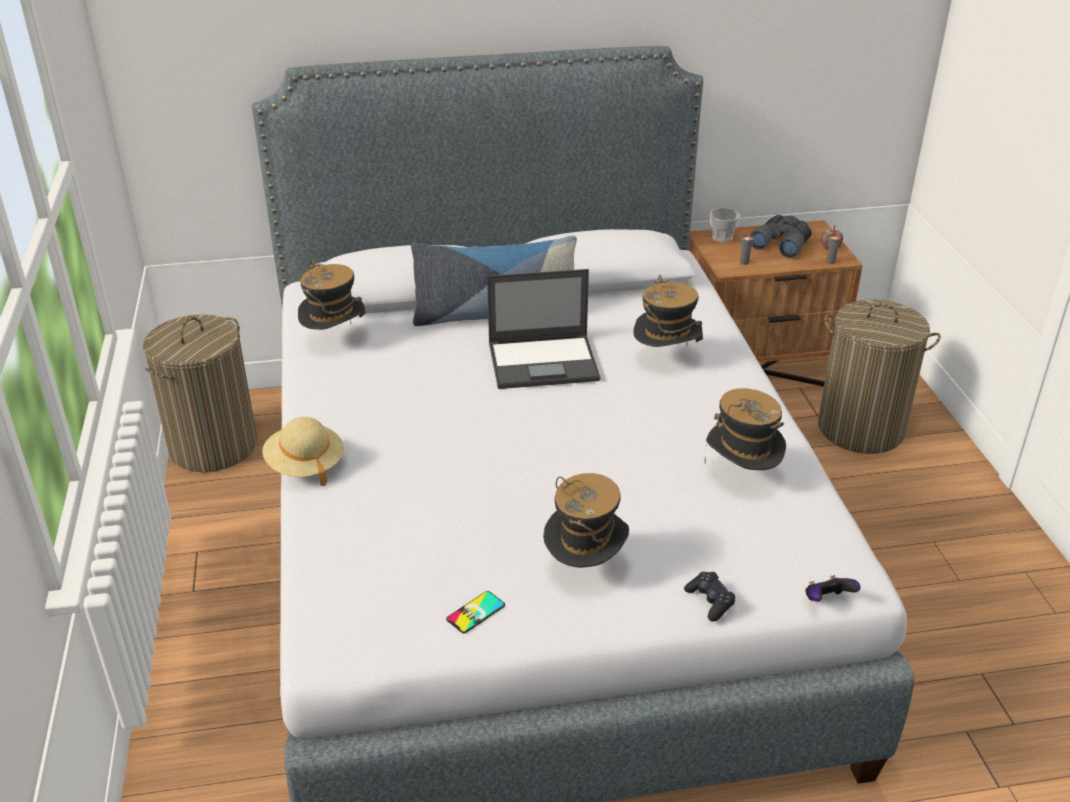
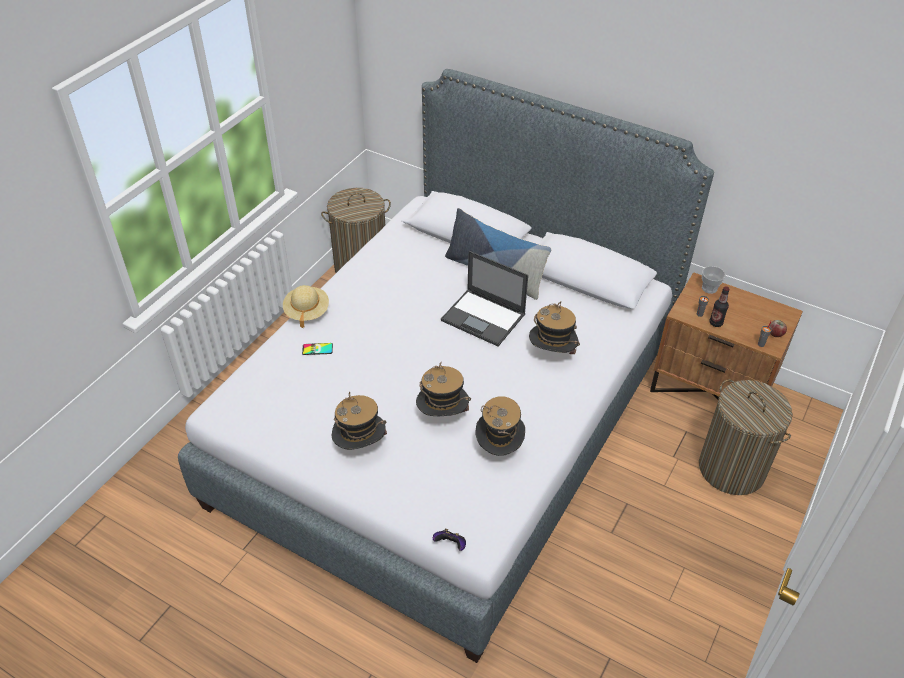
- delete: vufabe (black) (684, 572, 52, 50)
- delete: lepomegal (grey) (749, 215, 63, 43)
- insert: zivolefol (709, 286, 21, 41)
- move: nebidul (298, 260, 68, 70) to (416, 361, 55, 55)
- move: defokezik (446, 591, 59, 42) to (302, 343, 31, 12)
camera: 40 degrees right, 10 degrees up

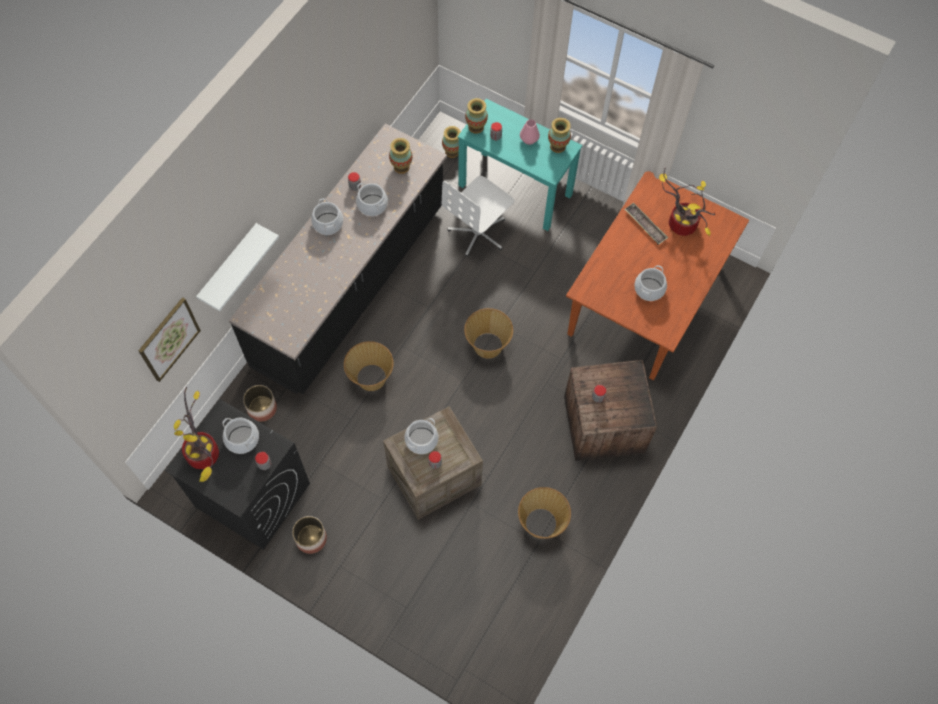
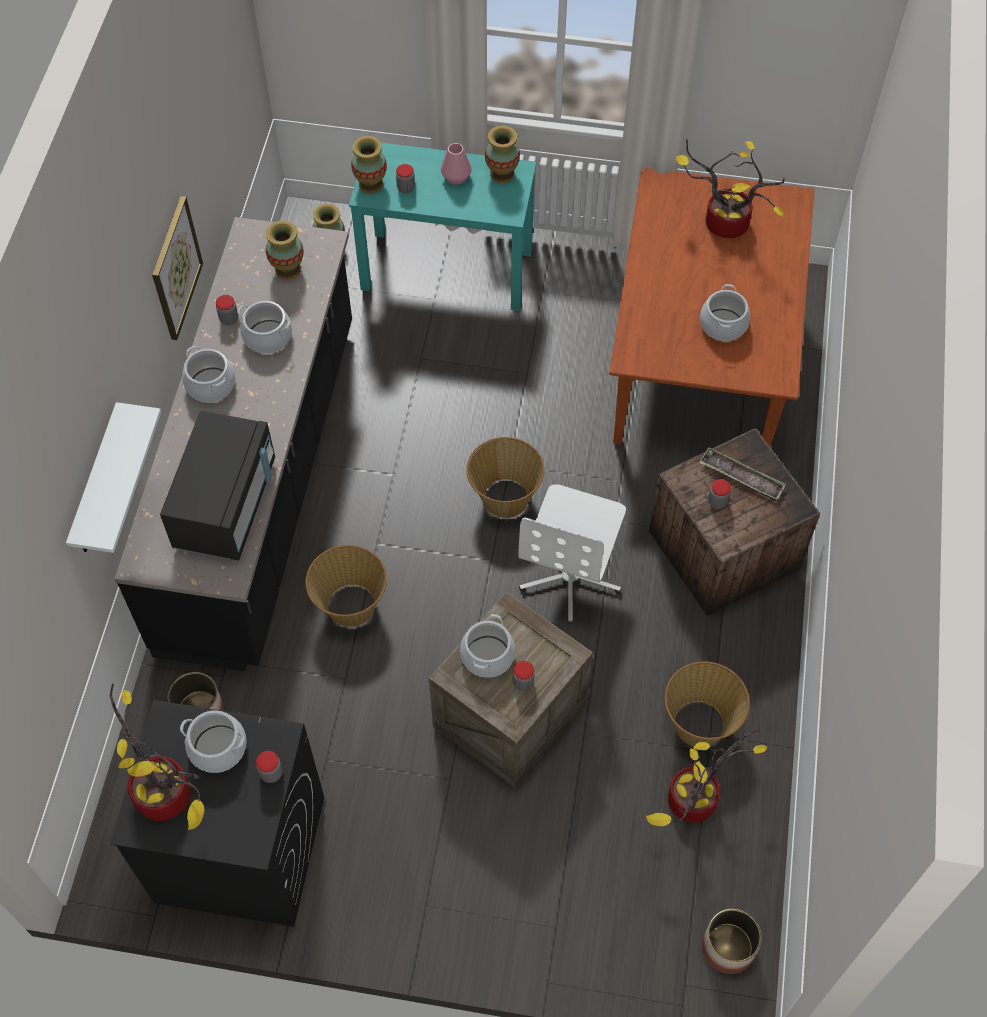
- insert: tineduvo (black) (160, 411, 115, 150)
- insert: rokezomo (646, 730, 122, 96)
- move: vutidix (138, 297, 63, 85) to (152, 196, 51, 144)
- move: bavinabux (292, 516, 35, 38) to (702, 909, 60, 65)
- move: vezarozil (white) (442, 176, 72, 81) to (518, 484, 108, 140)
- move: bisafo (624, 203, 44, 42) to (699, 447, 87, 54)
camera: 20 degrees left, 5 degrees down

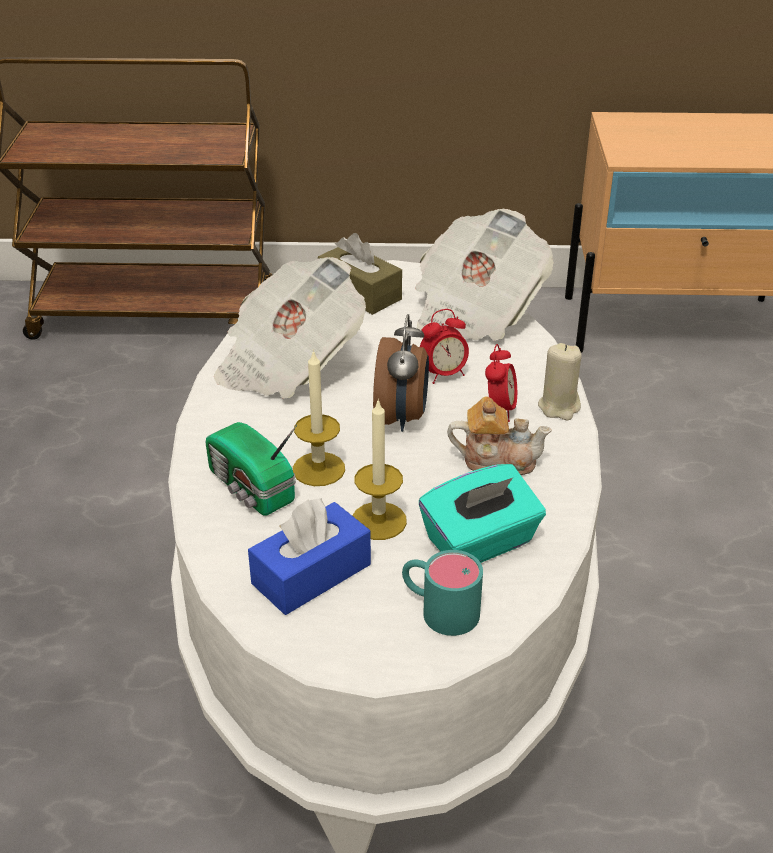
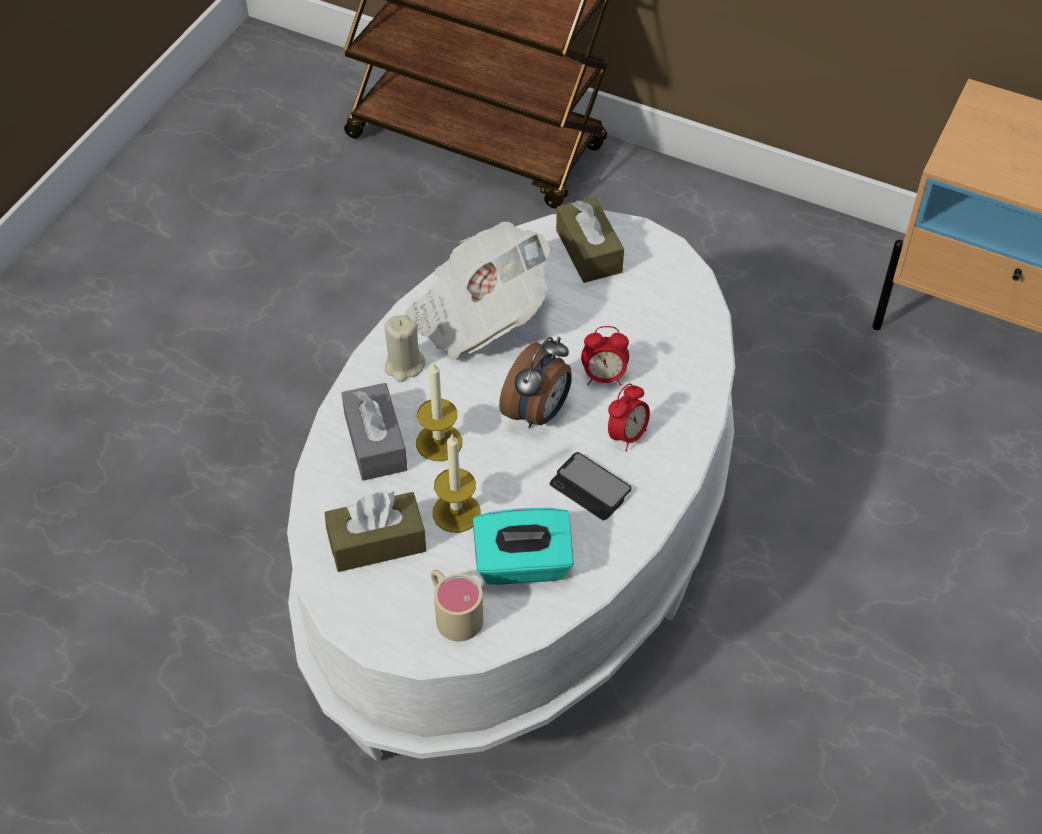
- delete: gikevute (415, 209, 139, 131)
- move: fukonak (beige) (538, 343, 44, 77) to (384, 315, 41, 67)
- replace: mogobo (205, 422, 92, 94) to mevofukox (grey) (341, 383, 66, 98)
- replace: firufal (447, 396, 105, 79) to defokezik (550, 452, 82, 68)
- recolor: mevofukox (blue) (248, 498, 123, 117) to mevofukox (brown) (325, 491, 101, 81)
- recolor: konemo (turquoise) (402, 550, 81, 86) to konemo (beige) (431, 570, 52, 71)
camera: 25 degrees right, 15 degrees up

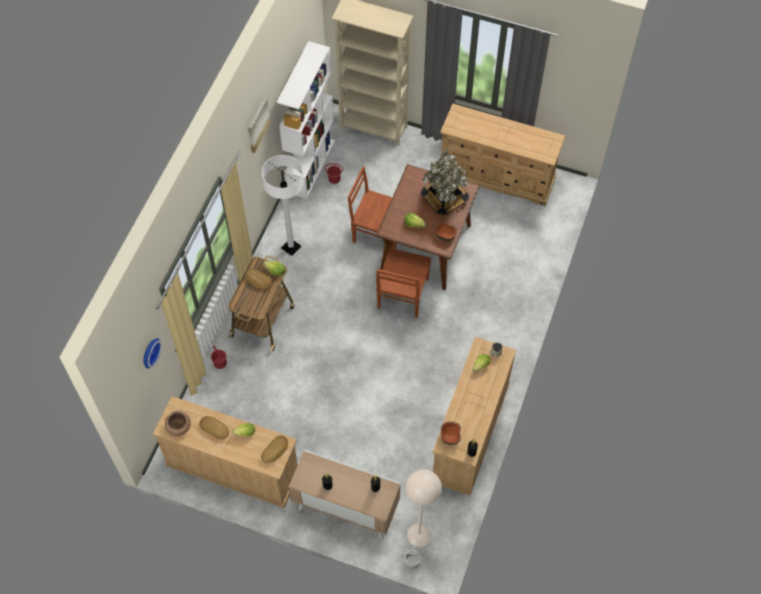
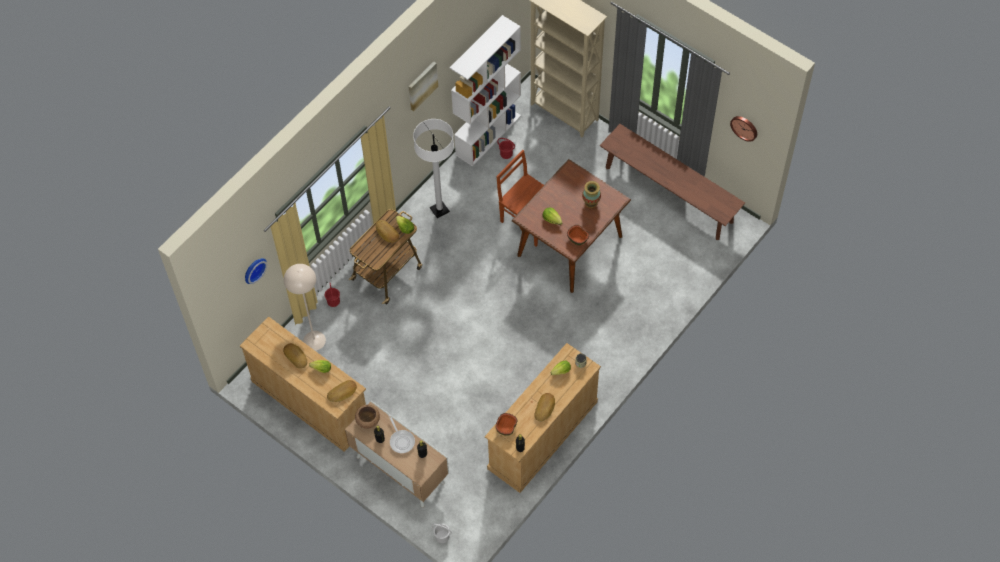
- delete: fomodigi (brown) (376, 248, 55, 70)
- insert: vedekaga (388, 415, 27, 38)
- insert: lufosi (534, 393, 21, 29)
- insert: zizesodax (730, 116, 27, 26)
- move: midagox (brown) (165, 411, 26, 25) to (355, 405, 25, 24)
- move: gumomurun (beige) (405, 469, 37, 78) to (284, 264, 42, 87)
- replace: rokezomo (421, 149, 48, 65) to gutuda (582, 181, 19, 27)
- replace: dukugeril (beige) (440, 103, 125, 103) to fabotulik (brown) (600, 124, 145, 116)
camera: 20 degrees right, 0 degrees up

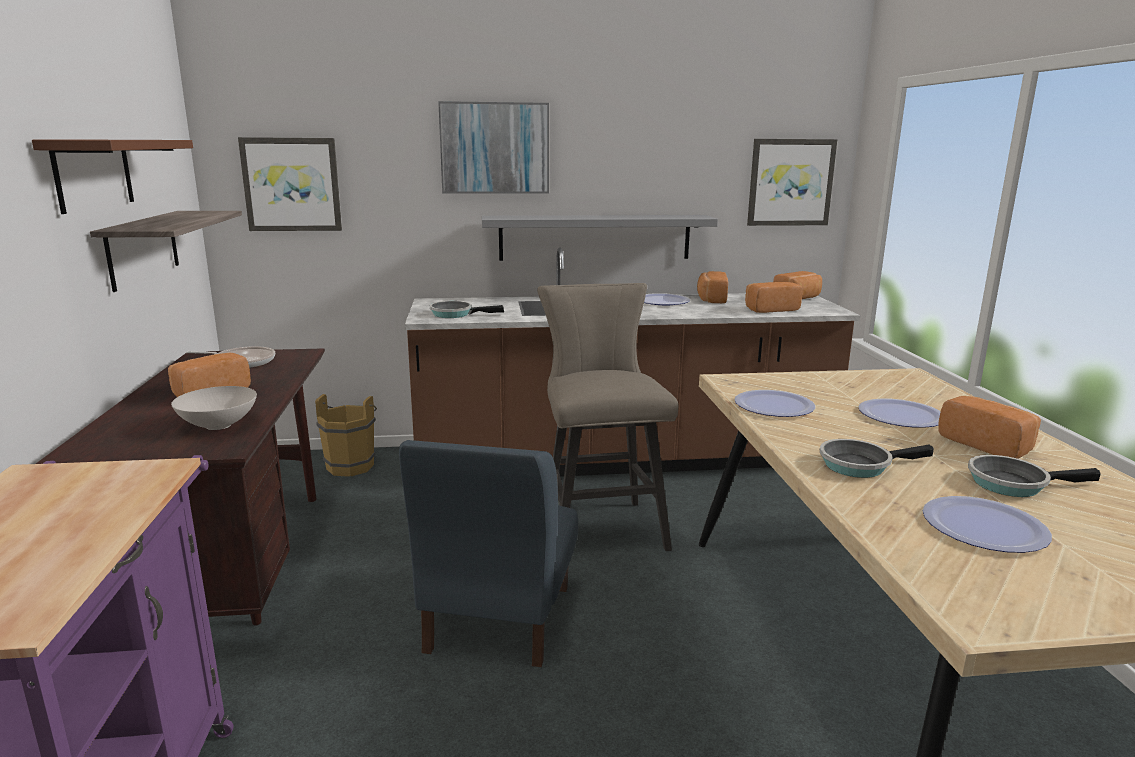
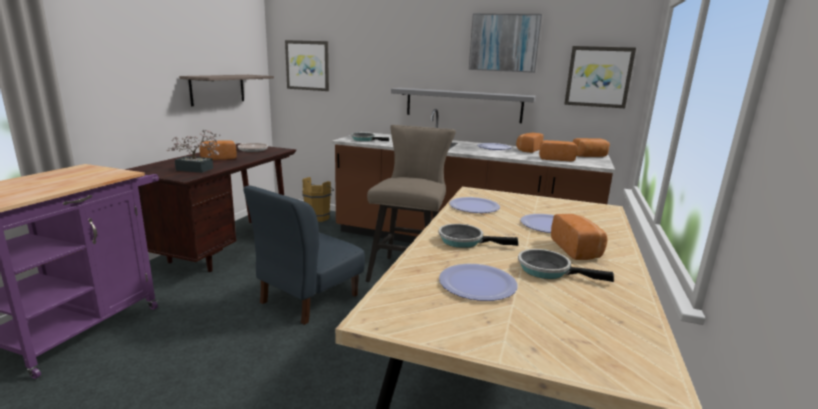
- delete: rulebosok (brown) (32, 140, 161, 74)
- move: vutidix (438, 101, 111, 92) to (469, 13, 73, 60)
- replace: midagox (white) (171, 386, 86, 44) to rokezomo (166, 130, 54, 43)
camera: 25 degrees right, 0 degrees up

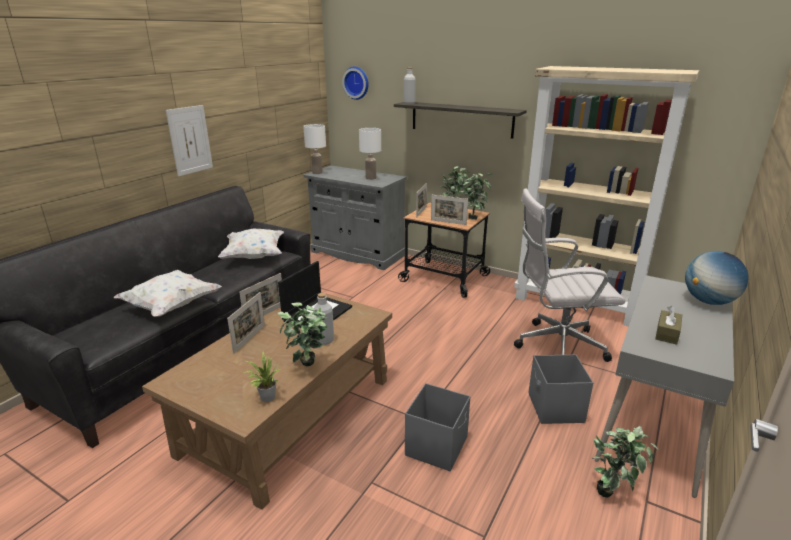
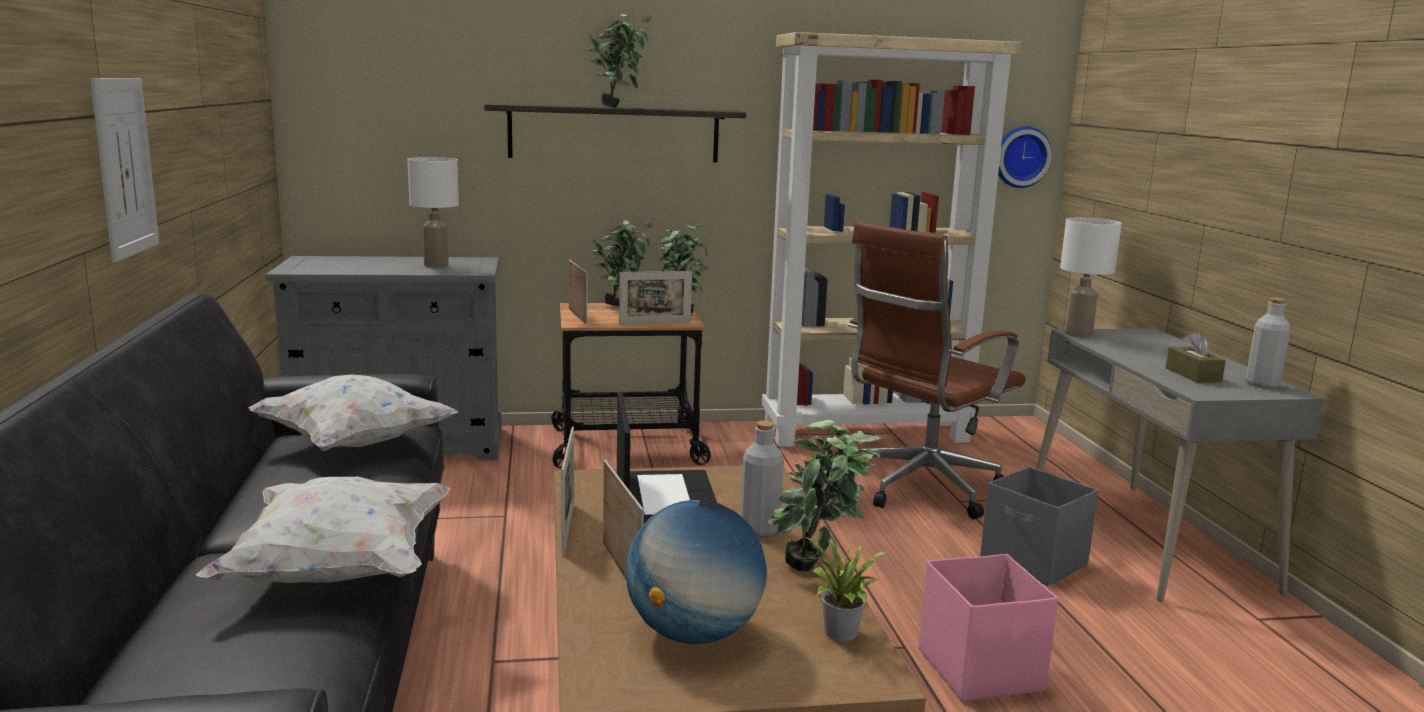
- move: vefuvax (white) (303, 124, 23, 50) to (1060, 218, 62, 120)
- move: zizesodax (342, 67, 27, 33) to (998, 126, 54, 62)
- move: zivolefol (grey) (404, 67, 12, 37) to (1246, 298, 45, 91)
- move: rokezomo (592, 426, 67, 72) to (587, 14, 64, 93)
- move: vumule (685, 251, 63, 54) to (626, 500, 141, 144)
- recolor: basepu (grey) (405, 383, 65, 88) to basepu (pink) (918, 554, 140, 147)
- recolor: vezarozil (white) (514, 188, 111, 174) to vezarozil (brown) (847, 221, 179, 298)
camera: 40 degrees left, 10 degrees down

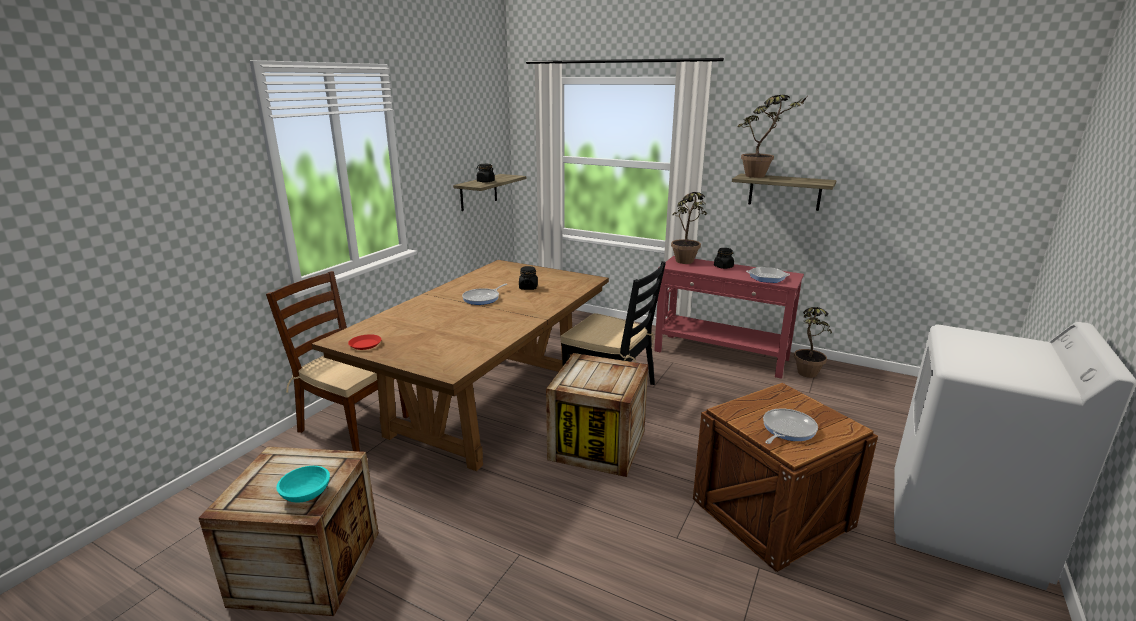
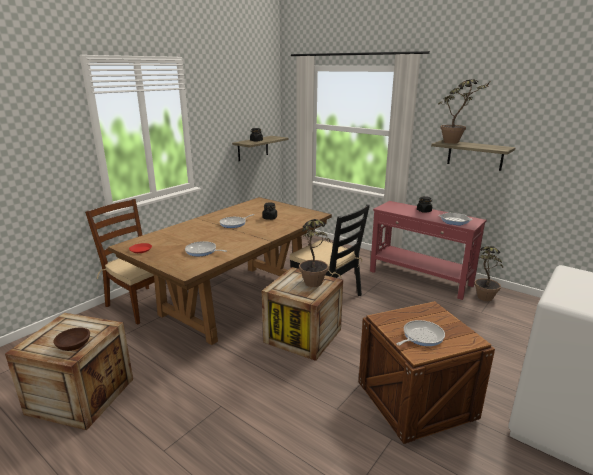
- insert: vedekaga (185, 241, 42, 15)
- move: rokezomo (671, 192, 36, 72) to (299, 219, 32, 68)
- recolor: midagox (turquoise) (276, 466, 54, 37) to midagox (brown) (53, 328, 37, 23)
camera: 10 degrees right, 0 degrees up

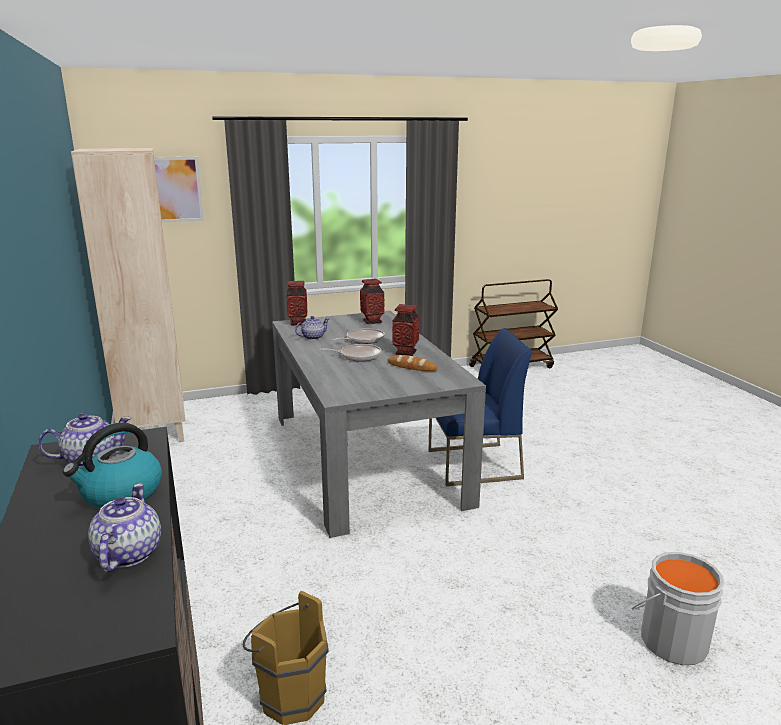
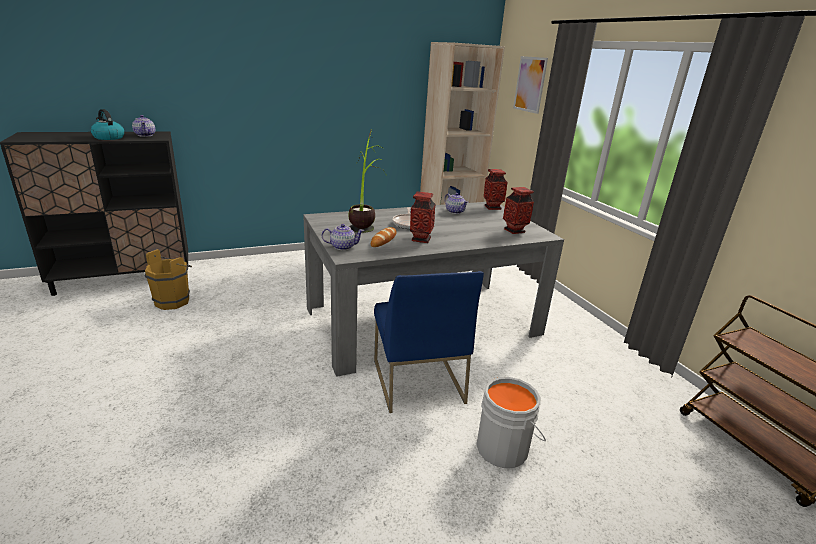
- delete: vedekaga (332, 328, 53, 16)
- insert: rokezomo (348, 129, 38, 104)
- move: firufal (88, 483, 73, 89) to (322, 224, 42, 26)
- move: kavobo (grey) (632, 552, 93, 113) to (476, 377, 70, 91)
camera: 85 degrees right, 5 degrees up

